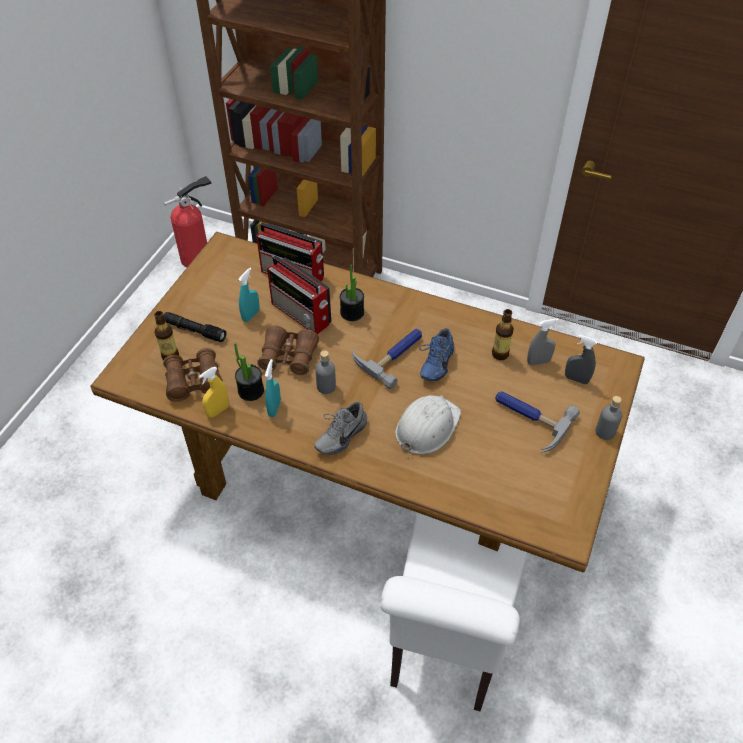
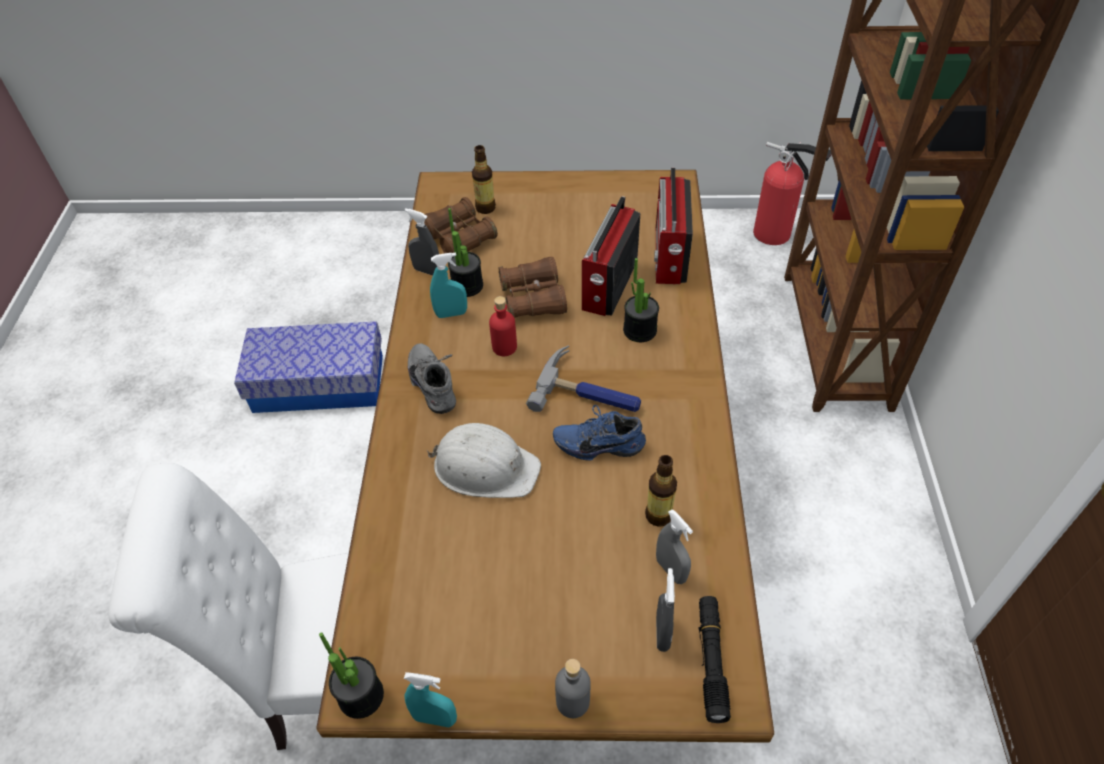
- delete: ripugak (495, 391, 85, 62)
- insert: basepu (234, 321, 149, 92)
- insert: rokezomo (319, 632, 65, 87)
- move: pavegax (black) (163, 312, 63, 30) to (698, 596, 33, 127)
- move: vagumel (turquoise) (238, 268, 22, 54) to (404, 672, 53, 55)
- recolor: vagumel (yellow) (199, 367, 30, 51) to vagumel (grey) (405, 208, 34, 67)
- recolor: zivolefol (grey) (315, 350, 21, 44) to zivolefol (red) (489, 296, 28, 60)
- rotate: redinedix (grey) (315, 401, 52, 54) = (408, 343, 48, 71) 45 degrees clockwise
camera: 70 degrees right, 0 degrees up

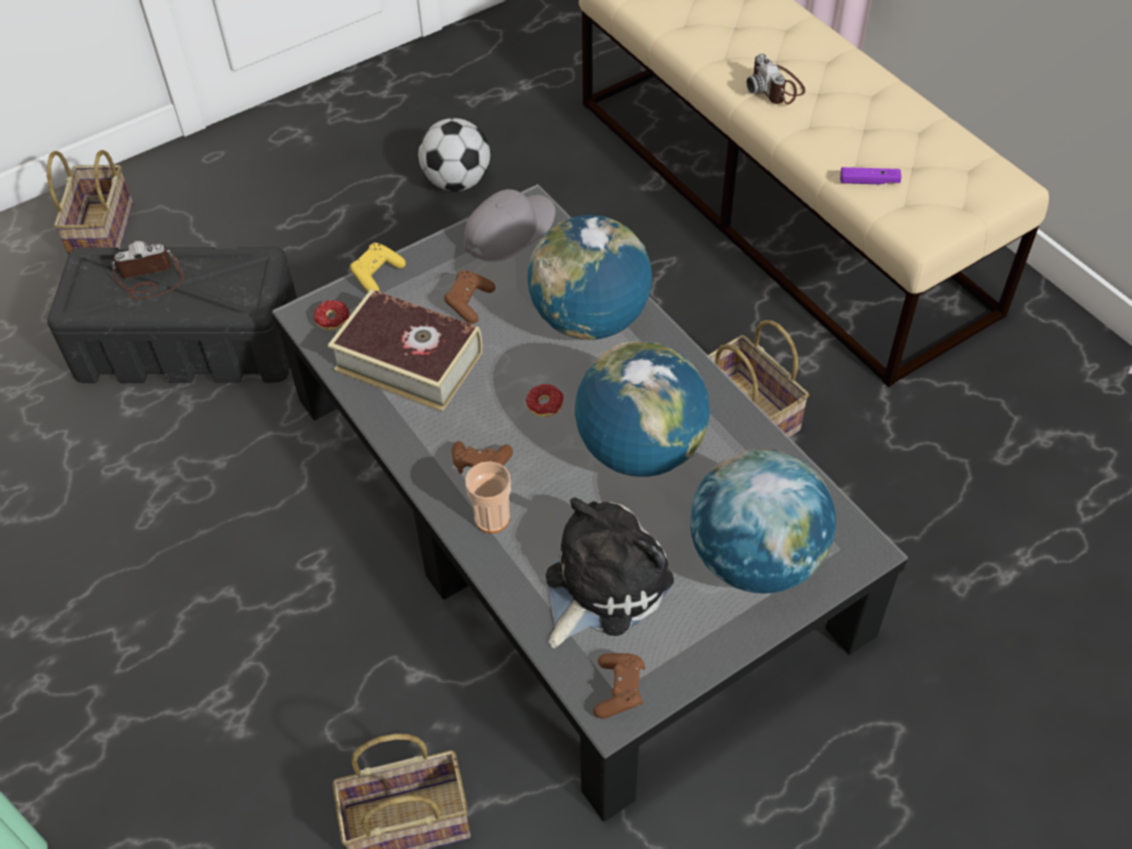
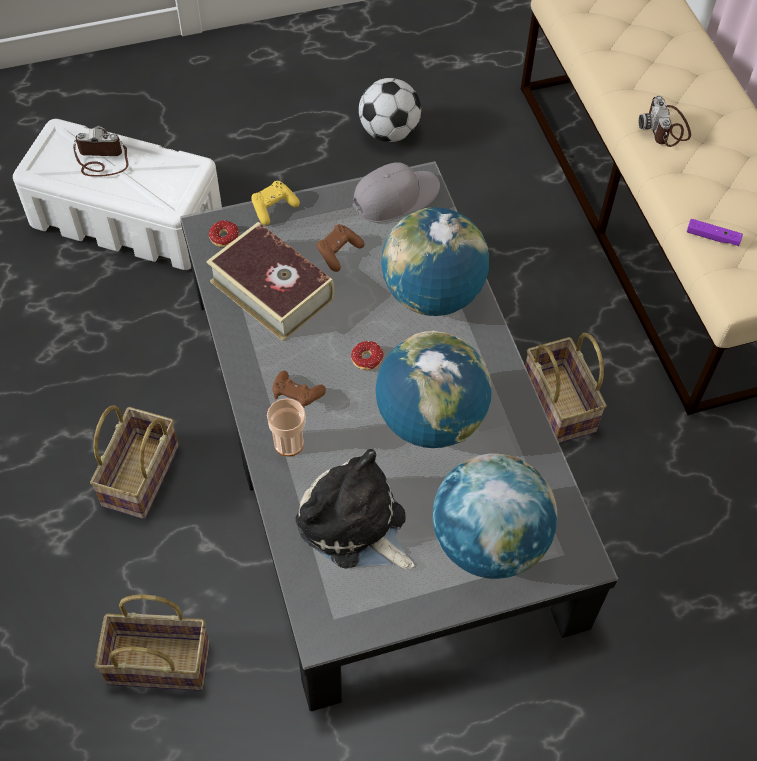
- delete: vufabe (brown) (593, 653, 52, 66)
- move: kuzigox (47, 150, 86, 106) to (90, 405, 89, 114)
- recolor: basepu (black) (47, 247, 250, 136) to basepu (white) (13, 119, 209, 151)
- rotate: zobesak (546, 498, 128, 150) = (296, 449, 118, 120) 105 degrees counterclockwise
camera: 15 degrees right, 5 degrees up

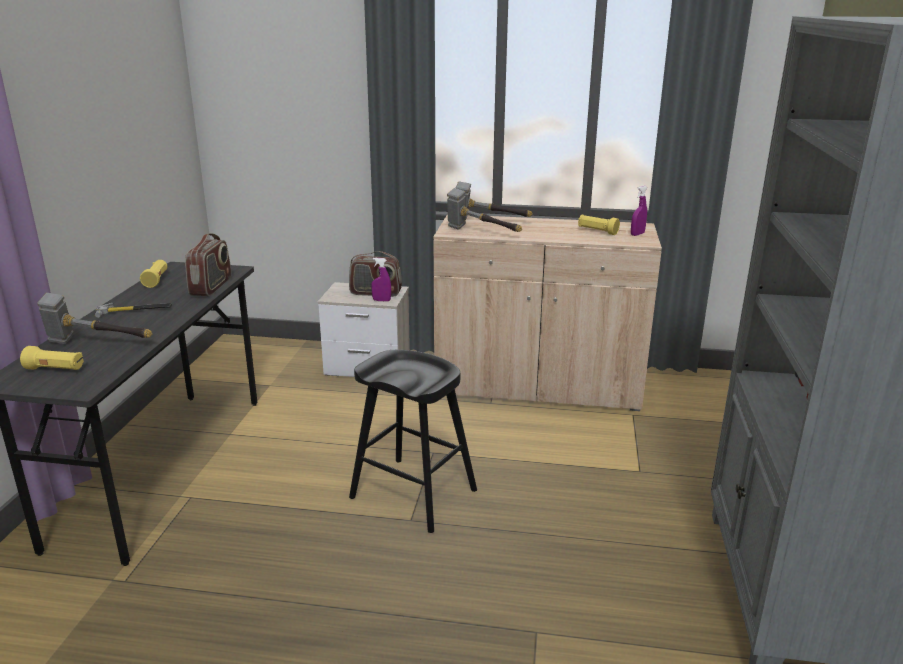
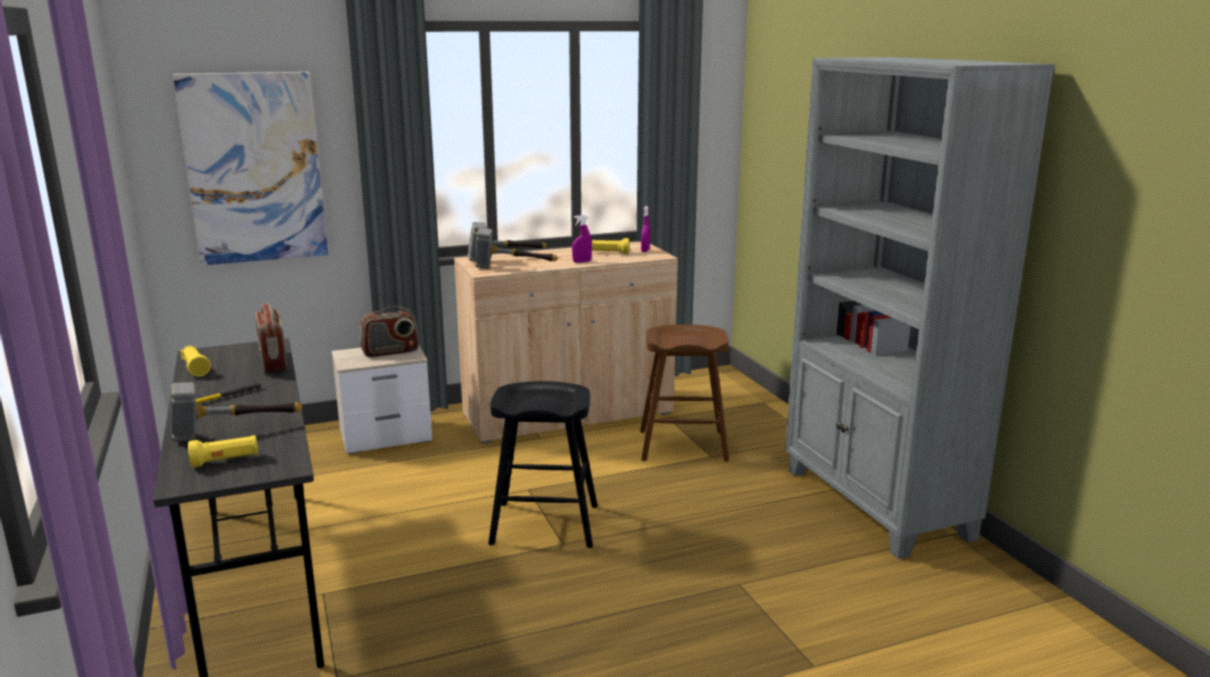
- insert: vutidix (173, 72, 155, 193)
- insert: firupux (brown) (640, 324, 89, 138)
- move: vagumel (purple) (371, 258, 20, 44) to (572, 215, 20, 48)
camera: 30 degrees left, 5 degrees down

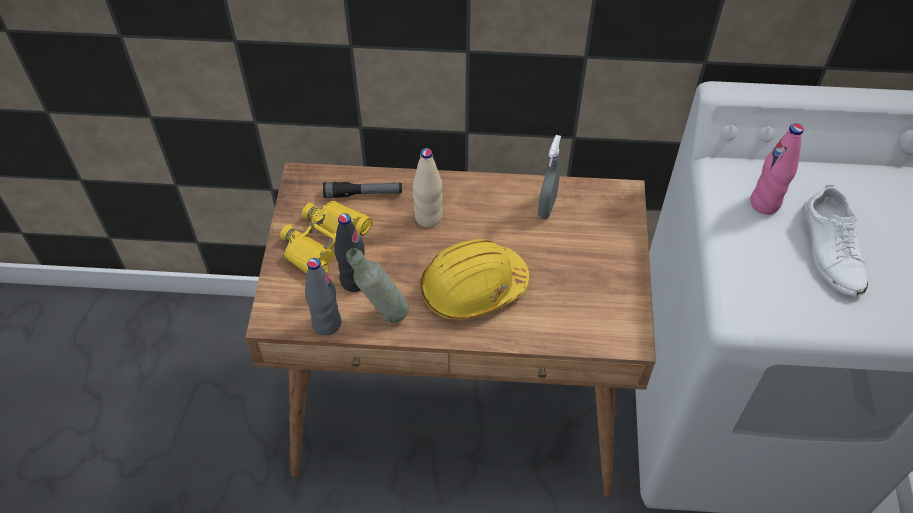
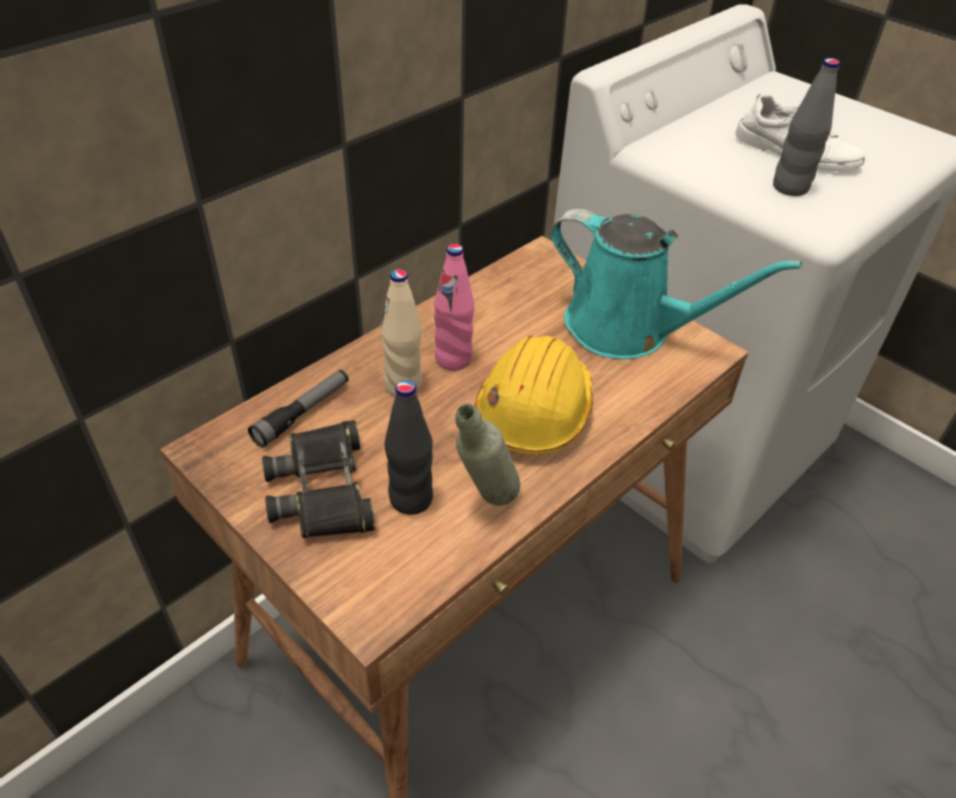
- delete: vagumel (grey) (538, 135, 23, 84)
- insert: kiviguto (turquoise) (550, 209, 252, 150)
- move: zivolefol (grey) (305, 258, 36, 77) to (773, 58, 67, 138)
- move: zivolefol (pink) (750, 123, 54, 92) to (434, 244, 40, 127)
- recolor: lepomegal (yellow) (280, 201, 92, 73) to lepomegal (black) (262, 420, 114, 118)
camera: 50 degrees left, 10 degrees down

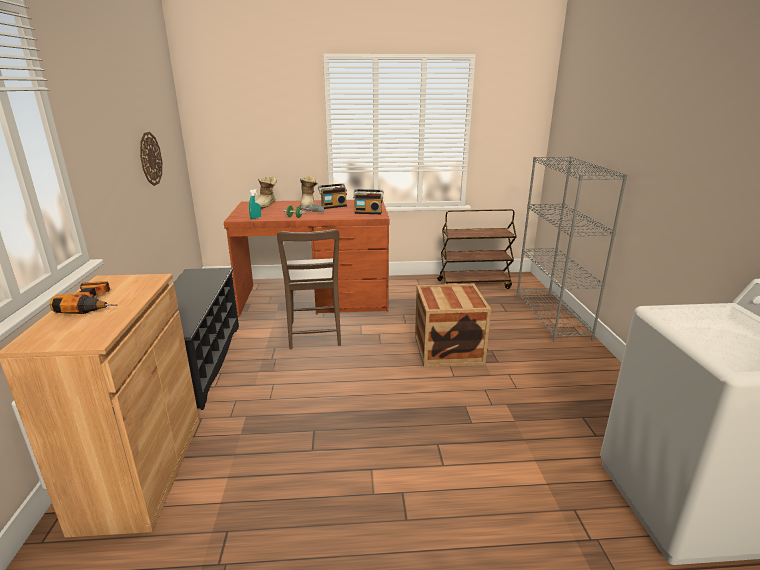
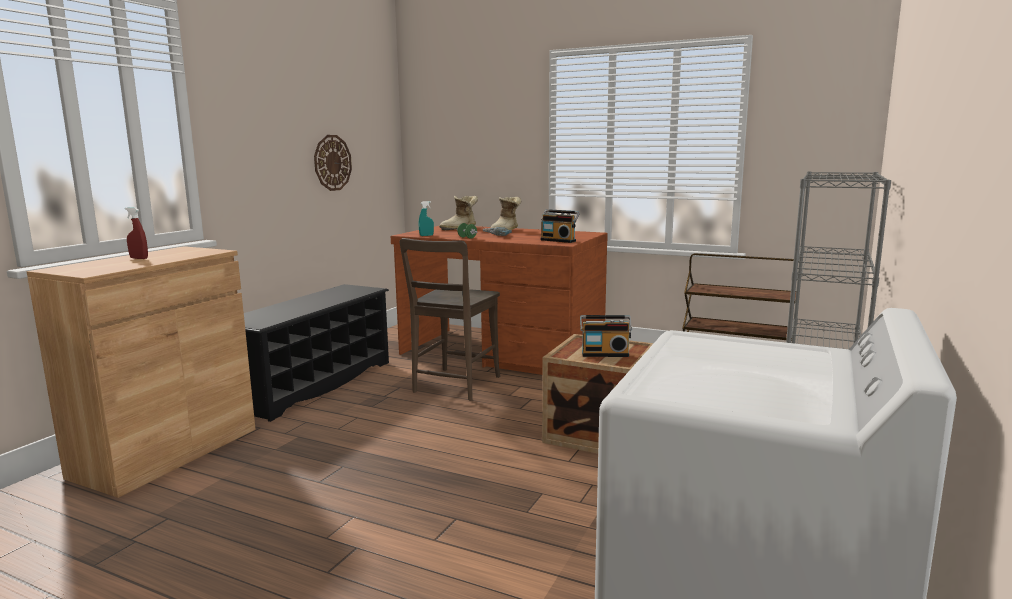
- move: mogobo (318, 183, 29, 26) to (580, 315, 52, 42)
- replace: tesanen (50, 281, 67, 33) to vagumel (red) (125, 207, 23, 52)
camera: 30 degrees right, 10 degrees down

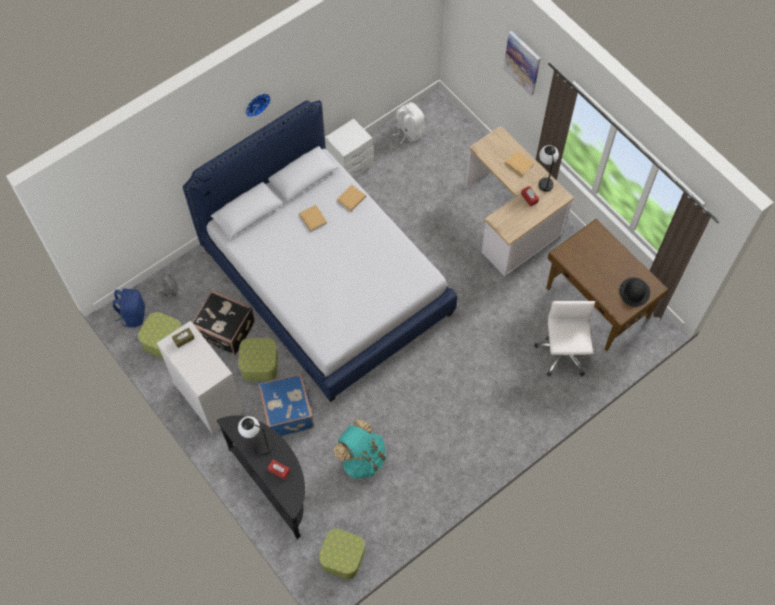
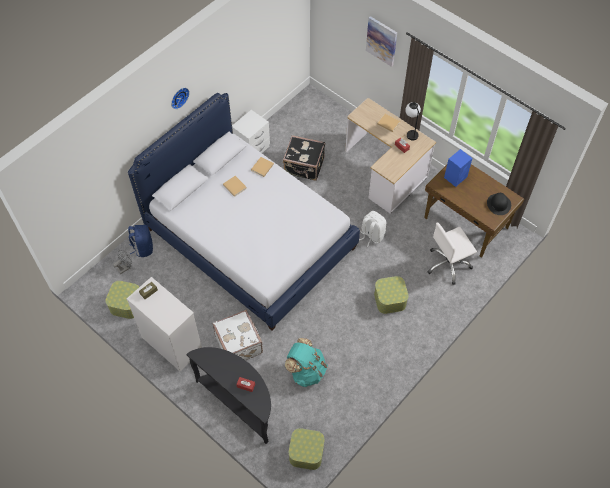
- delete: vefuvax (238, 416, 34, 39)
- insert: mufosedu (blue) (444, 149, 29, 38)
- move: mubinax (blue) (113, 289, 32, 39) to (128, 225, 25, 32)
- move: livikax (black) (192, 290, 63, 65) to (283, 135, 42, 46)
- move: basepu (238, 338, 40, 43) to (374, 276, 35, 38)
- move: mubinax (white) (393, 102, 31, 42) to (359, 211, 27, 36)
- recolor: livikax (blue) (258, 373, 56, 63) to livikax (white) (213, 310, 50, 51)
- rotate: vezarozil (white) (535, 301, 60, 76) = (427, 222, 50, 63) 105 degrees counterclockwise
camera: 10 degrees left, 5 degrees down

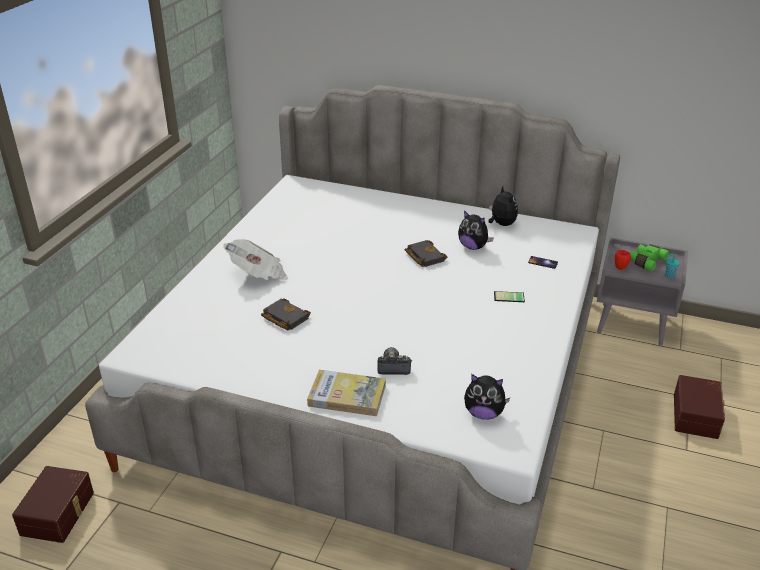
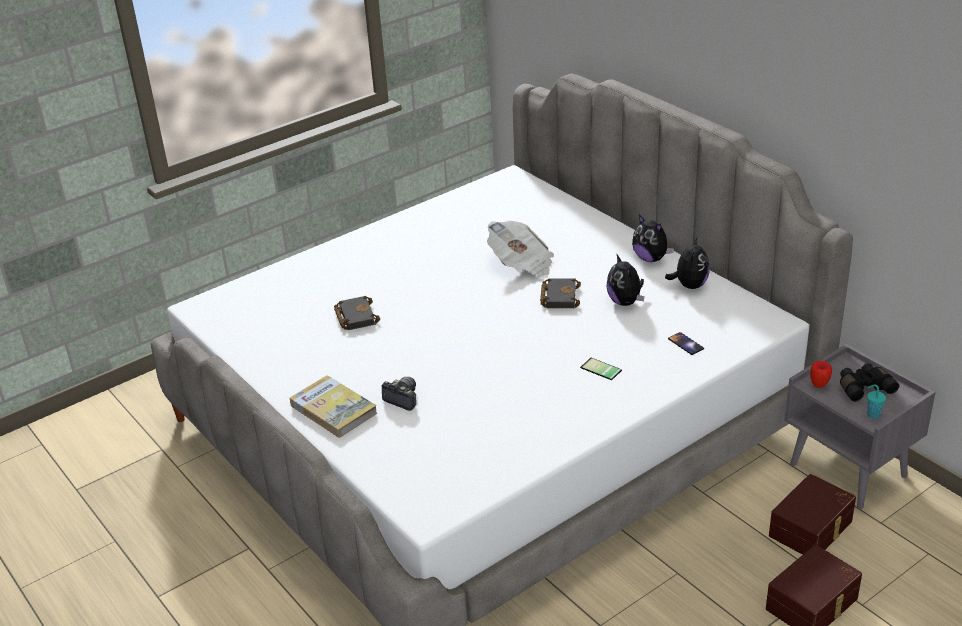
- move: basepu (brown) (12, 466, 82, 77) to (769, 474, 87, 81)
- move: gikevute (224, 239, 64, 41) to (487, 221, 67, 57)
- move: zobesak (464, 374, 46, 46) to (632, 215, 42, 47)
- recolor: lepomegal (green) (630, 244, 39, 27) to lepomegal (black) (840, 363, 59, 39)
camera: 35 degrees right, 0 degrees up

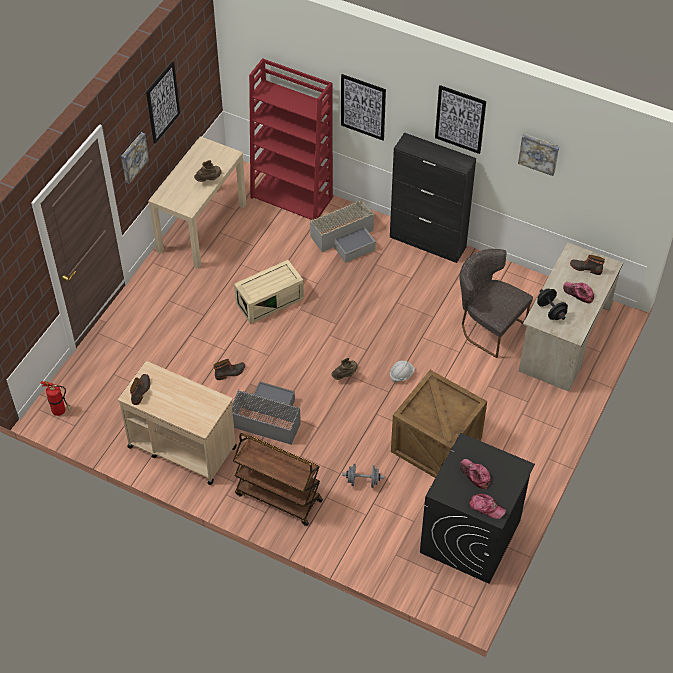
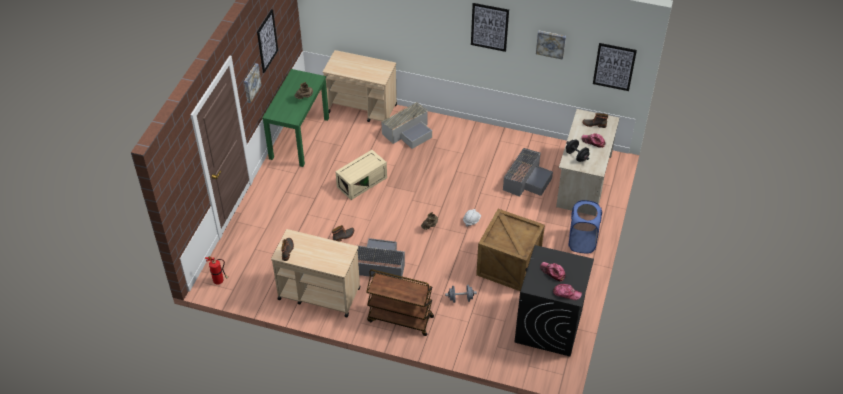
- delete: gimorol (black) (390, 132, 86, 131)
- insert: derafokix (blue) (568, 200, 34, 54)
- move: vutidix (341, 74, 45, 66) to (593, 43, 44, 48)
- replace: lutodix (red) (249, 58, 84, 162) to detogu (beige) (323, 50, 74, 72)
- replace: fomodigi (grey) (459, 249, 74, 109) to basepu (grey) (503, 148, 50, 49)
- recolor: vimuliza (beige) (148, 136, 98, 133) to vimuliza (green) (262, 69, 67, 98)
camera: 10 degrees left, 5 degrees down

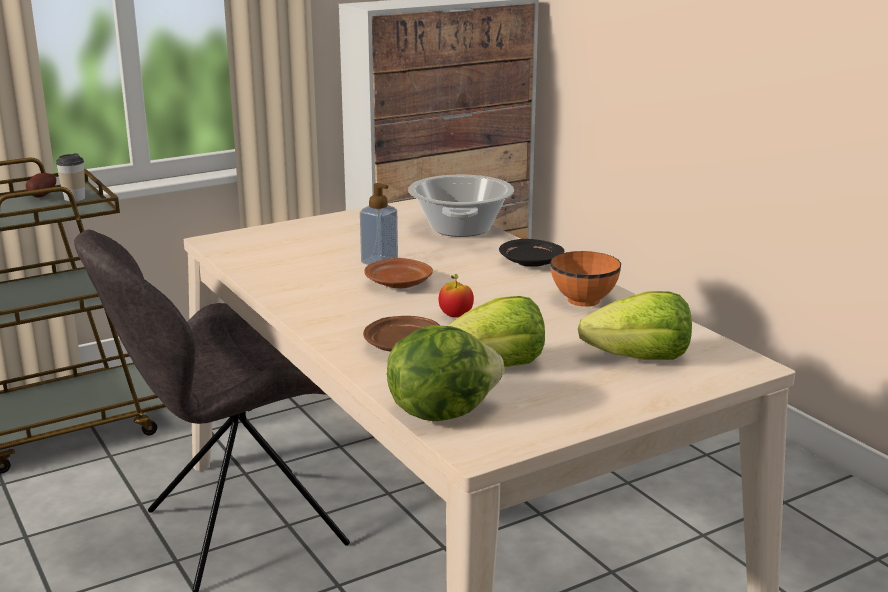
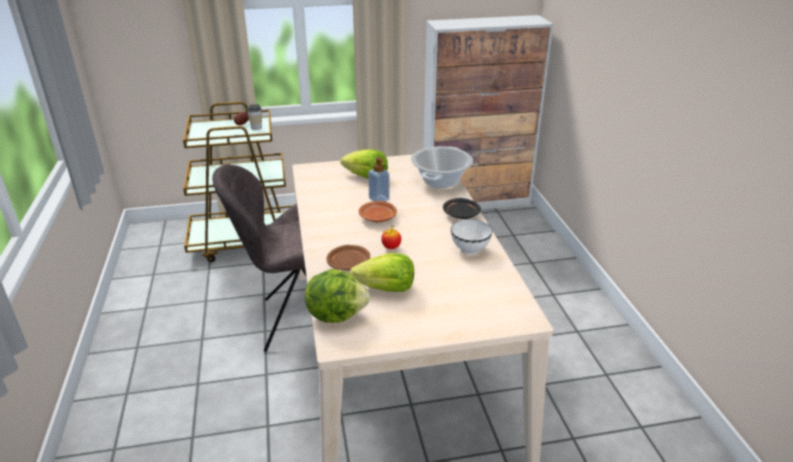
- move: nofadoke (578, 291, 114, 69) to (340, 149, 48, 29)
- recolor: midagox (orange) (550, 251, 71, 56) to midagox (white) (451, 219, 41, 36)
camera: 20 degrees right, 10 degrees up

